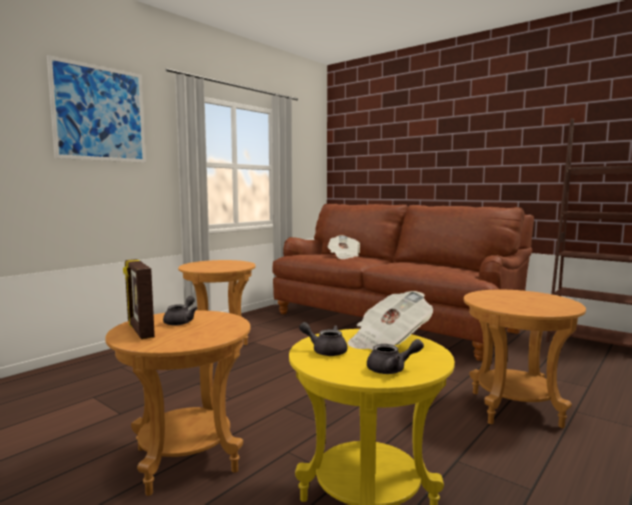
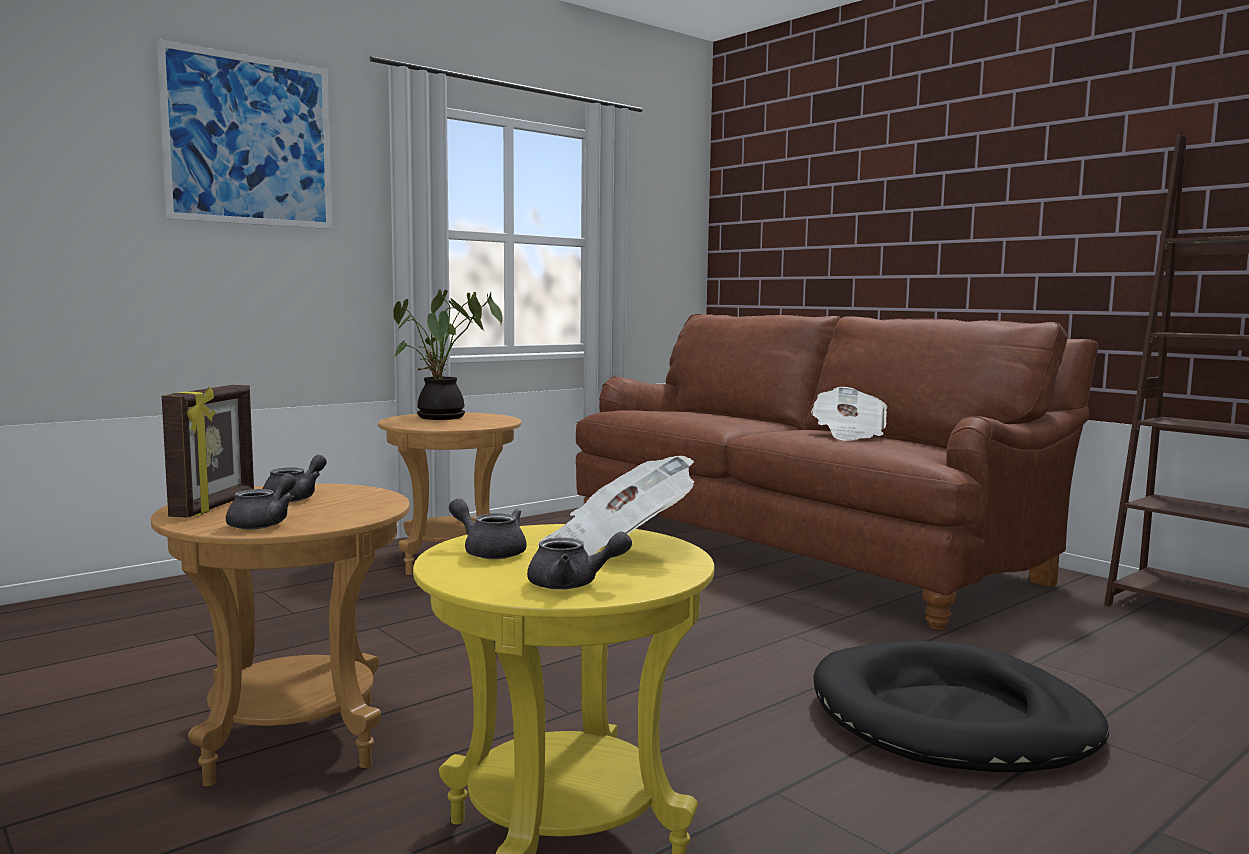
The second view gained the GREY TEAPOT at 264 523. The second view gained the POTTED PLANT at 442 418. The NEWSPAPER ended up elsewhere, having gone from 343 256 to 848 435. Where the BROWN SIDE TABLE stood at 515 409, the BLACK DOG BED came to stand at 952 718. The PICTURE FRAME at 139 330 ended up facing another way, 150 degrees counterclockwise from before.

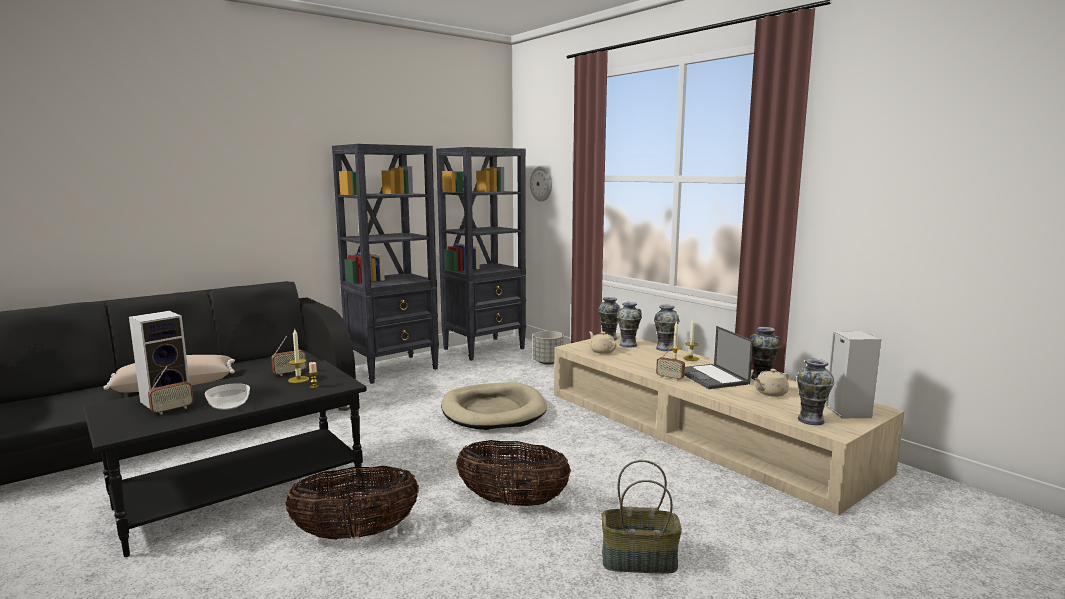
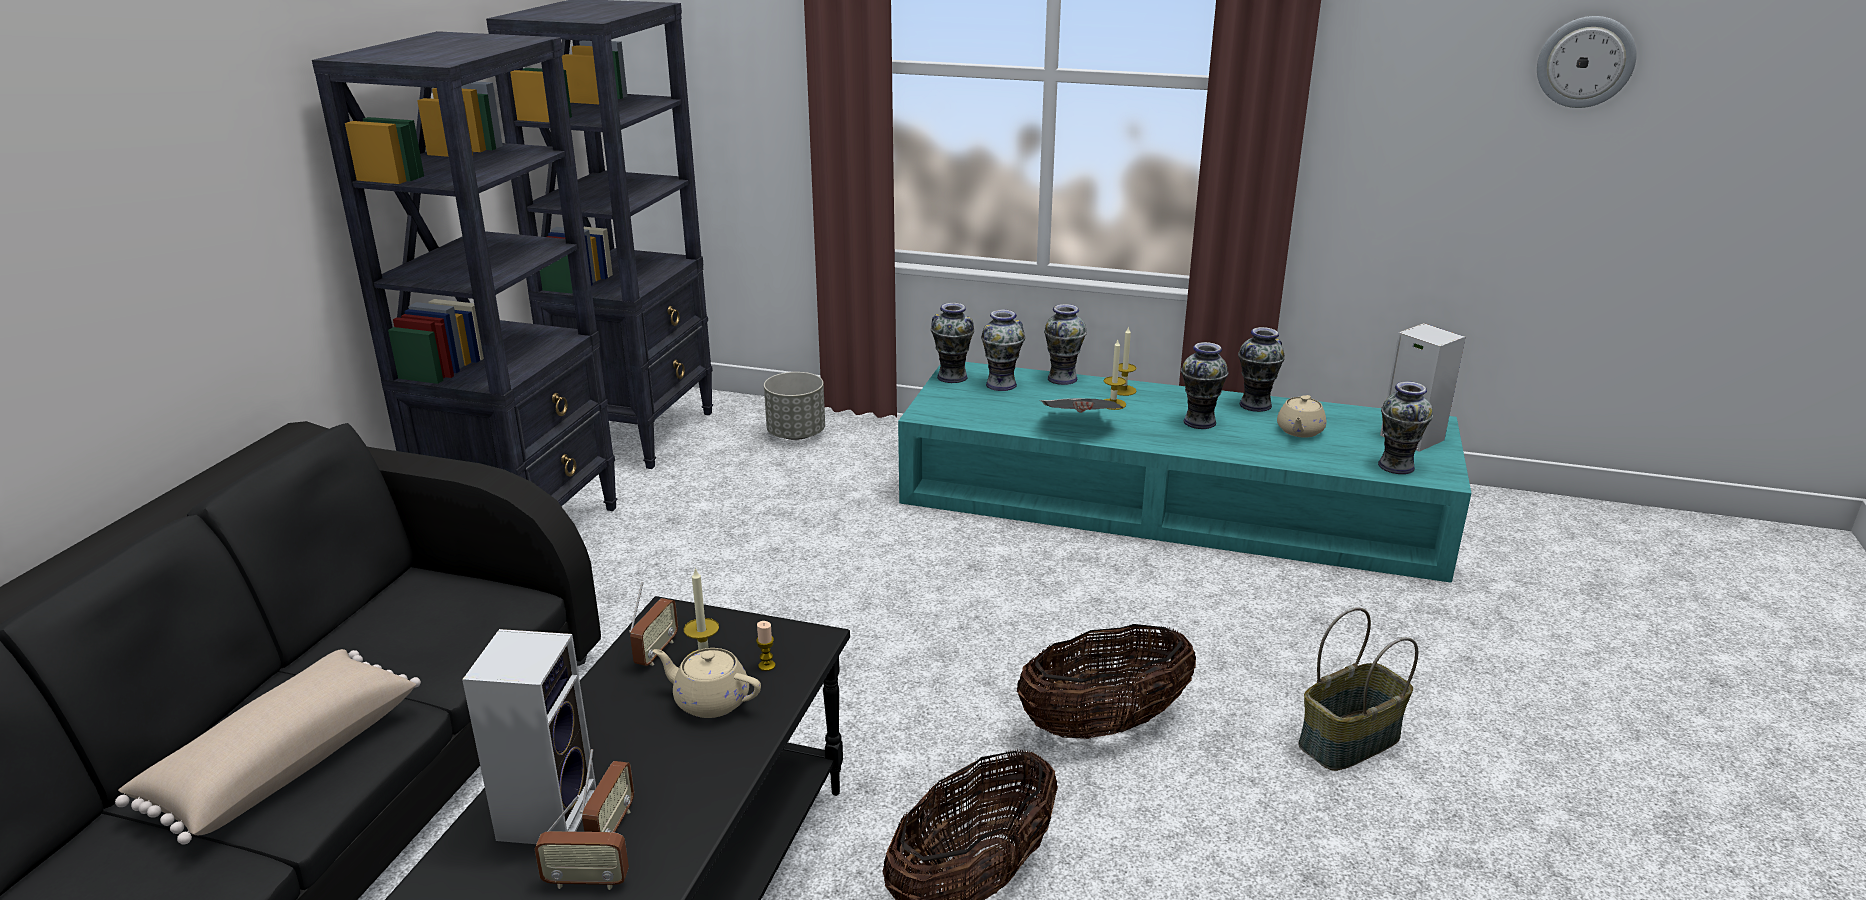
The second view lost the BOWL at 229 405. The second view lost the BEIGE DOG BED at 493 411. The second view gained the NEWSPAPER at 1080 425. The WALL CLOCK ended up elsewhere, having gone from 541 184 to 1585 62. The BEIGE TEAPOT ended up elsewhere, having gone from 602 351 to 710 701. The RADIO ended up elsewhere, having gone from 670 378 to 586 881. Where the LAPTOP stood at 712 377, the VASE came to stand at 1200 422. What was the BEIGE TV STAND at 700 428 turned into the TURQUOISE TV STAND at 1170 500.

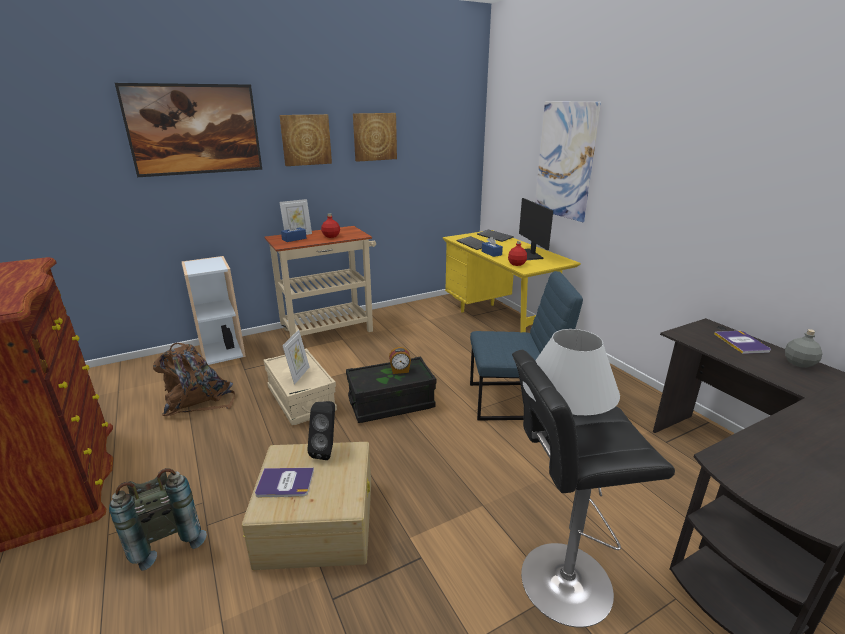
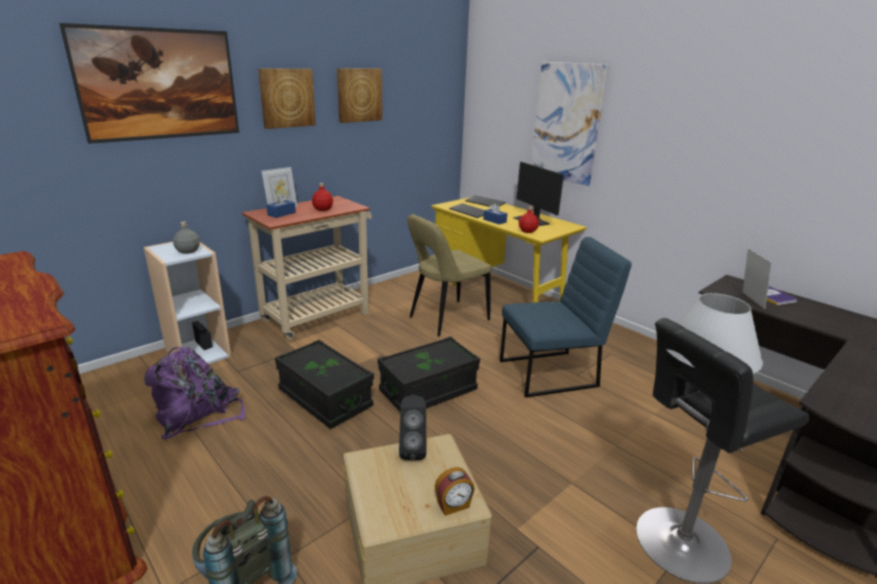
The second view lost the BOOK at 285 483. The second view gained the BEIGE CHAIR at 446 319. The PICTURE FRAME ended up elsewhere, having gone from 298 375 to 749 300. The ALARM CLOCK ended up elsewhere, having gone from 400 370 to 453 505. The GREY BOTTLE ended up elsewhere, having gone from 798 363 to 188 251. What was the BROWN BACKPACK at 198 400 turned into the PURPLE BACKPACK at 198 415. What was the BEIGE STORAGE BOX at 301 399 turned into the BLACK STORAGE BOX at 325 398.

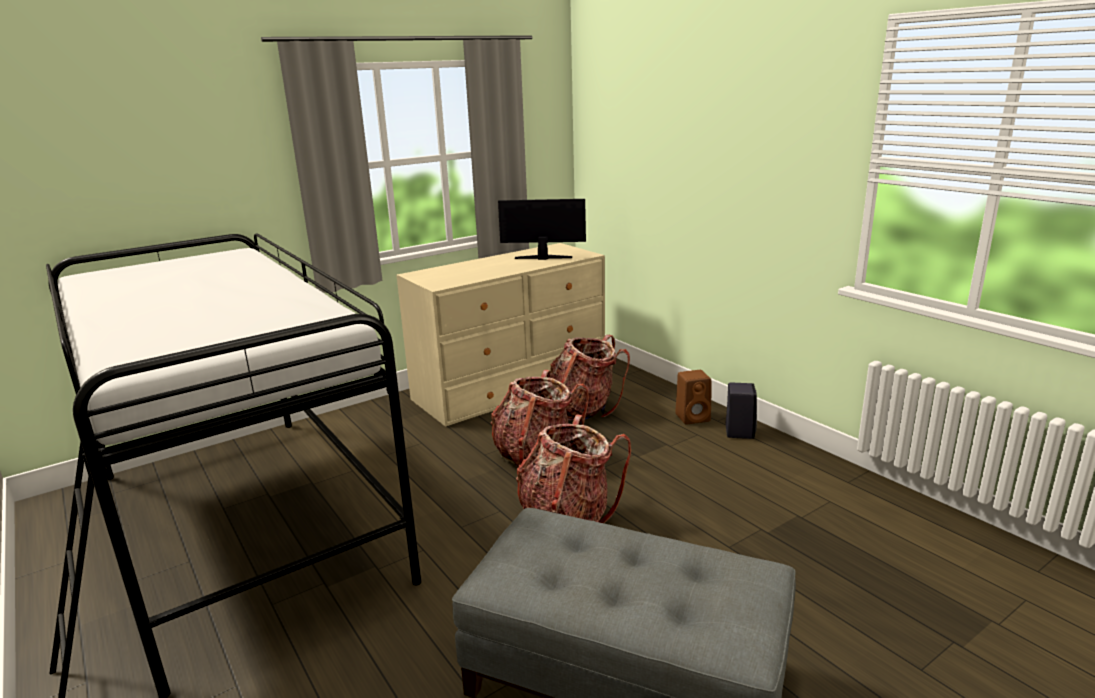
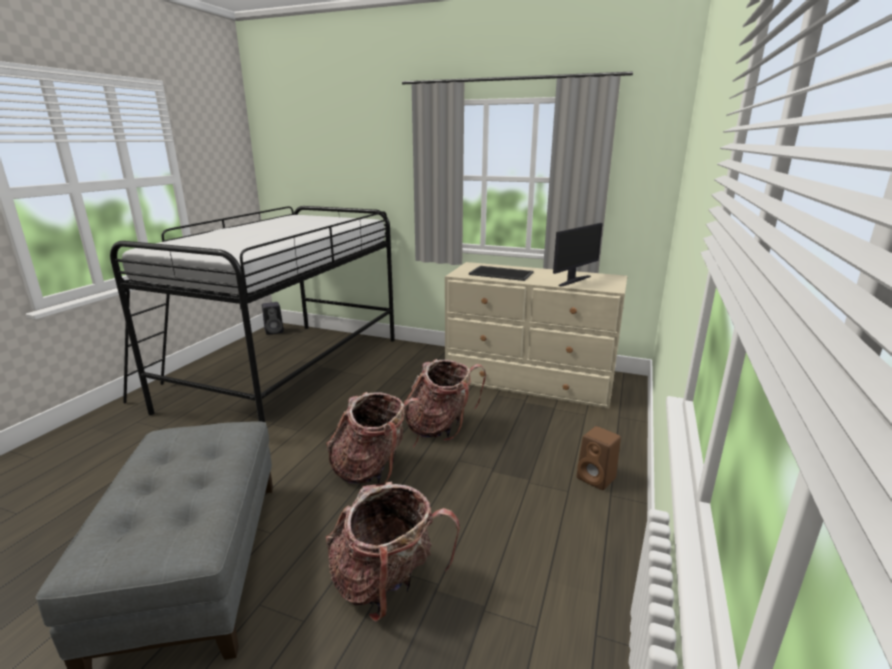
The second view gained the TRAY at 502 273. The BACKPACK ended up elsewhere, having gone from 584 408 to 387 584. The BLACK SPEAKER ended up elsewhere, having gone from 739 431 to 275 331. The MONITOR at 543 258 ended up facing another way, 75 degrees clockwise from before.

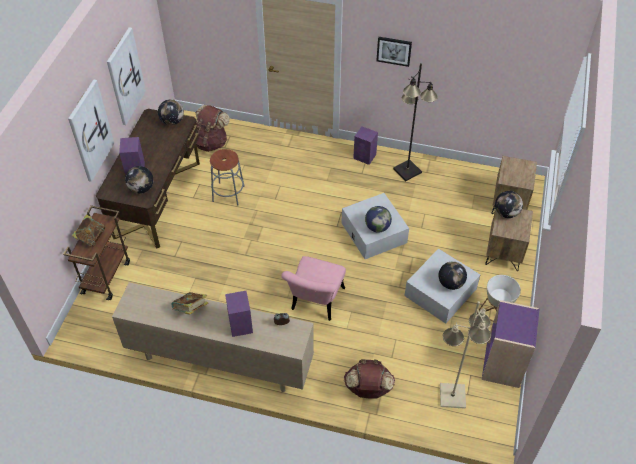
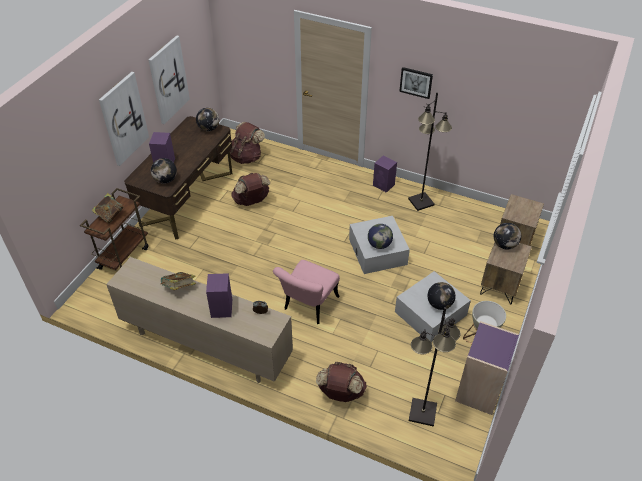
Where the GREY STOOL stood at 228 193, the BROWN BACKPACK came to stand at 251 201. What was the BEIGE FLOOR LAMP at 452 396 turned into the BLACK FLOOR LAMP at 422 412.

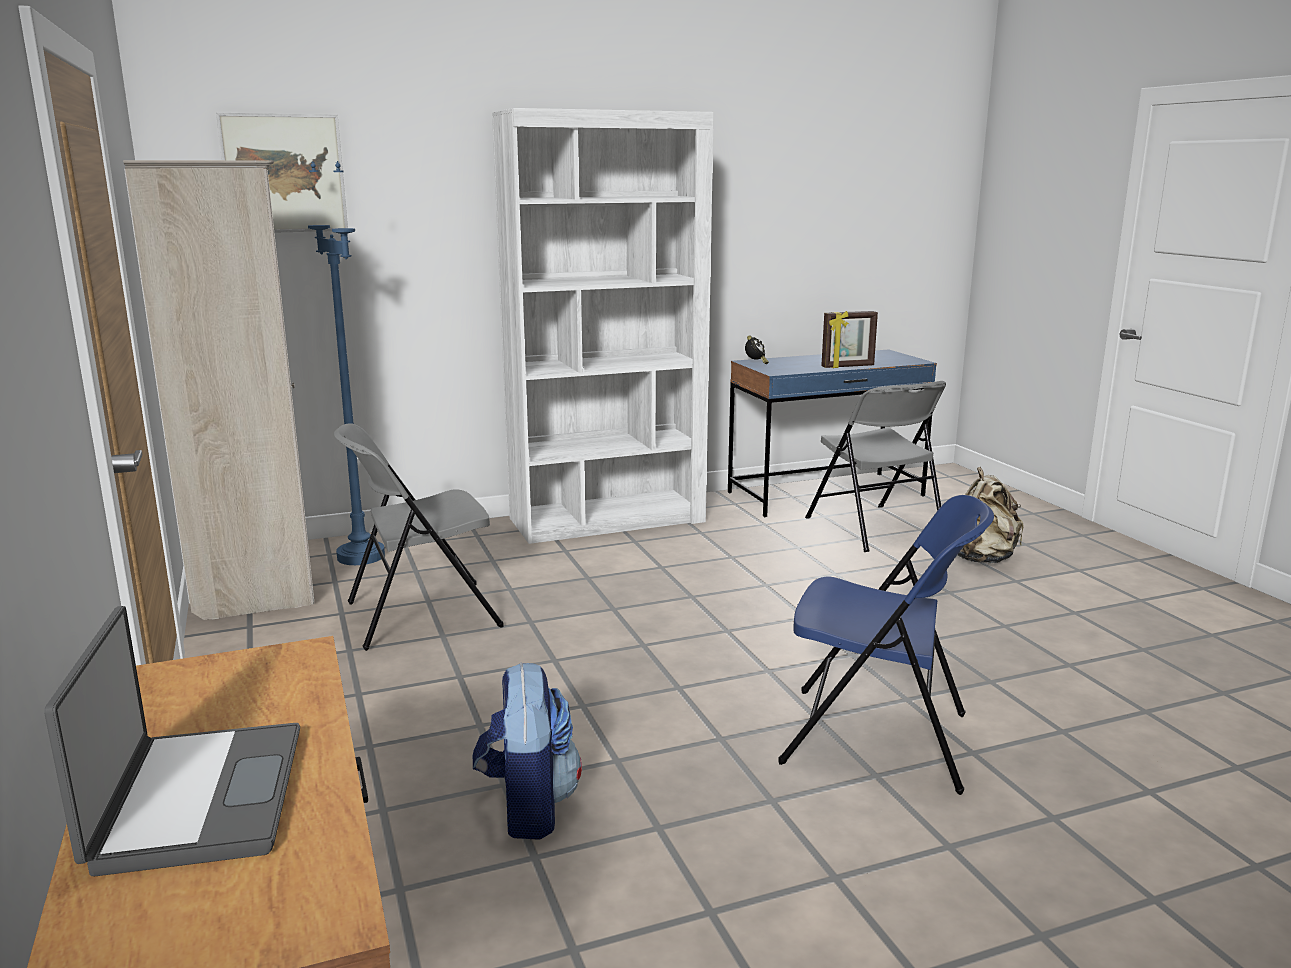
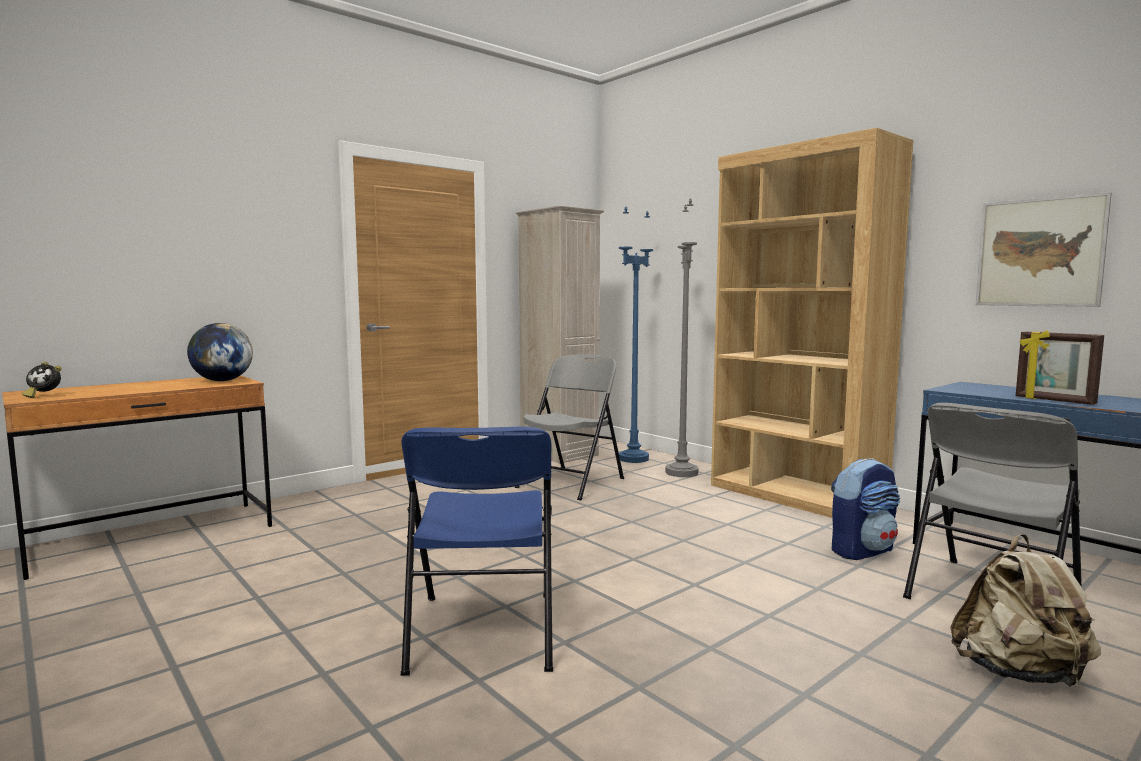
The second view lost the LAPTOP at 196 798. The second view gained the GLOBE at 222 381. The second view gained the GREY FLOOR LAMP at 681 472. The PICTURE ended up elsewhere, having gone from 284 173 to 1039 252. The BACKPACK ended up elsewhere, having gone from 528 807 to 861 550. The ALARM CLOCK ended up elsewhere, having gone from 755 363 to 43 396. What was the WHITE BOOKCASE at 608 520 turned into the BROWN BOOKCASE at 795 496. The GREY CHAIR at 423 614 ended up facing another way, 75 degrees clockwise from before.

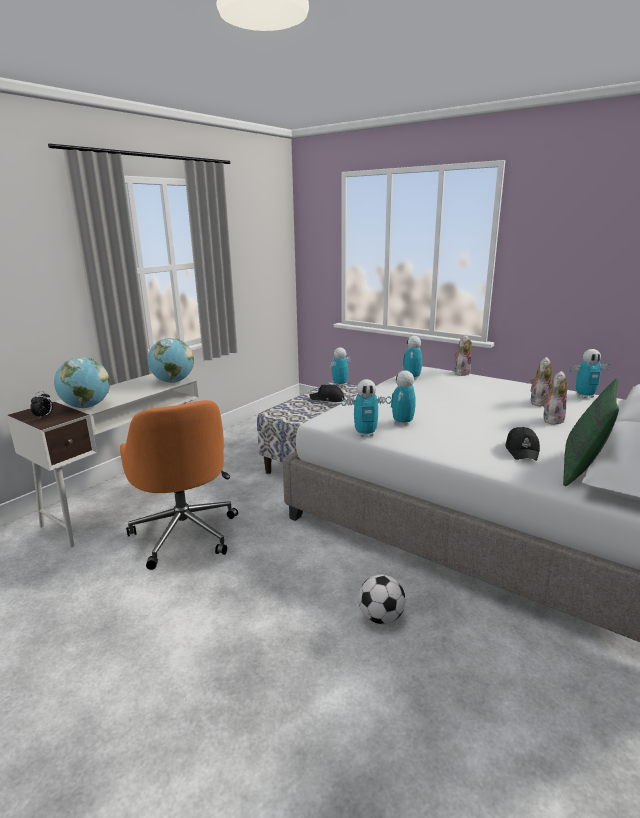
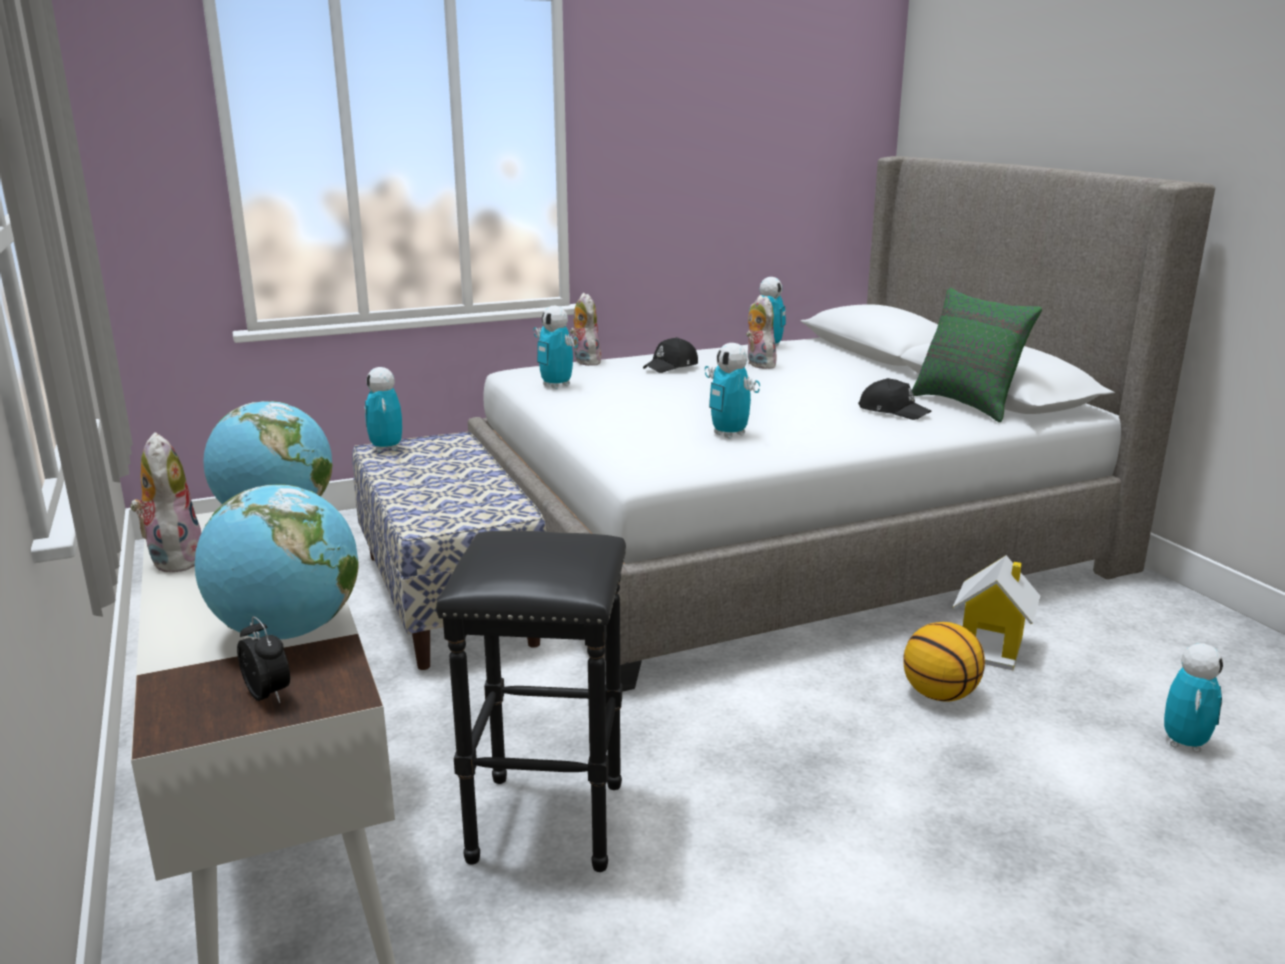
The second view gained the TOY HOUSE at 991 647. The BLACK CAP ended up elsewhere, having gone from 327 399 to 671 366. The TOY ROBOT ended up elsewhere, having gone from 365 434 to 1184 743. The PLUSH TOY ended up elsewhere, having gone from 552 419 to 173 559. Where the ORANGE OFFICE CHAIR stood at 185 535, the BLACK STOOL came to stand at 549 823. Where the FOOTBALL stood at 381 617, the BASKETBALL came to stand at 939 695.

